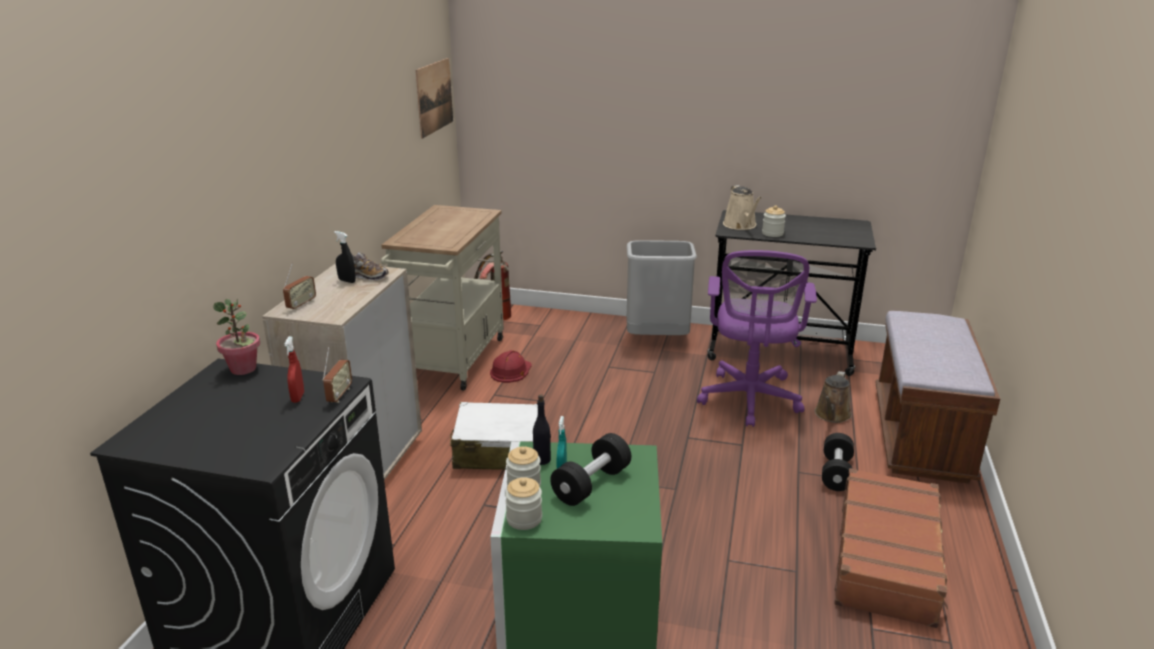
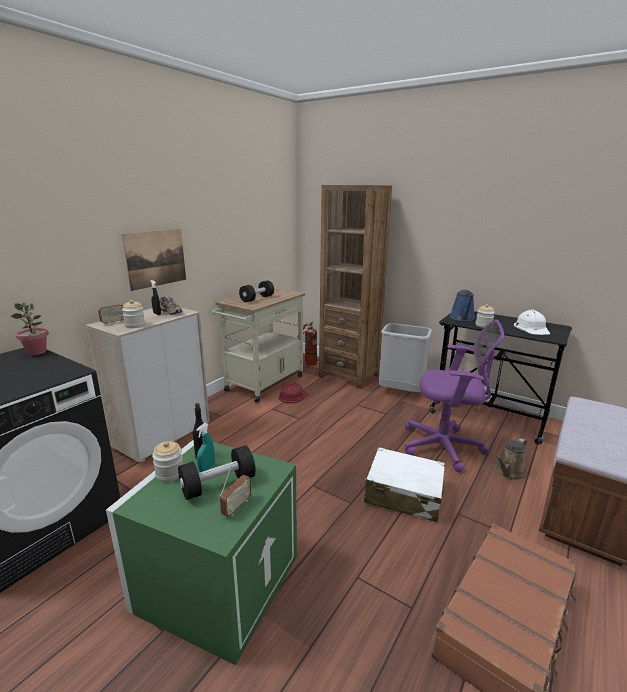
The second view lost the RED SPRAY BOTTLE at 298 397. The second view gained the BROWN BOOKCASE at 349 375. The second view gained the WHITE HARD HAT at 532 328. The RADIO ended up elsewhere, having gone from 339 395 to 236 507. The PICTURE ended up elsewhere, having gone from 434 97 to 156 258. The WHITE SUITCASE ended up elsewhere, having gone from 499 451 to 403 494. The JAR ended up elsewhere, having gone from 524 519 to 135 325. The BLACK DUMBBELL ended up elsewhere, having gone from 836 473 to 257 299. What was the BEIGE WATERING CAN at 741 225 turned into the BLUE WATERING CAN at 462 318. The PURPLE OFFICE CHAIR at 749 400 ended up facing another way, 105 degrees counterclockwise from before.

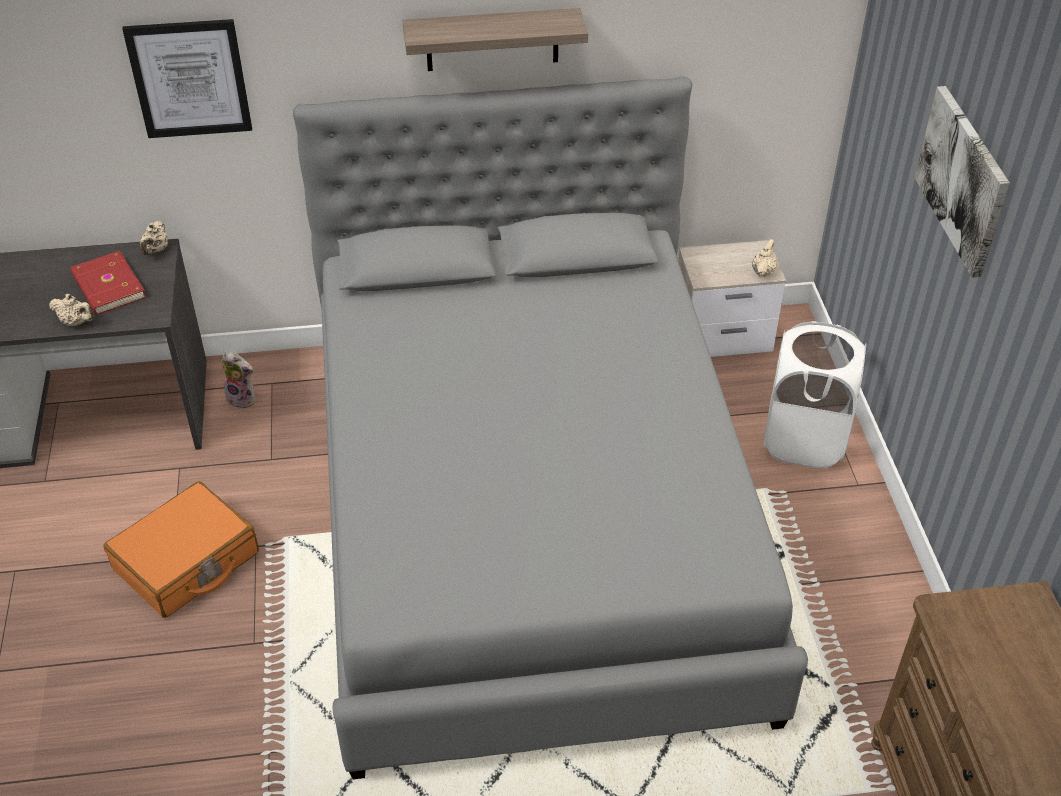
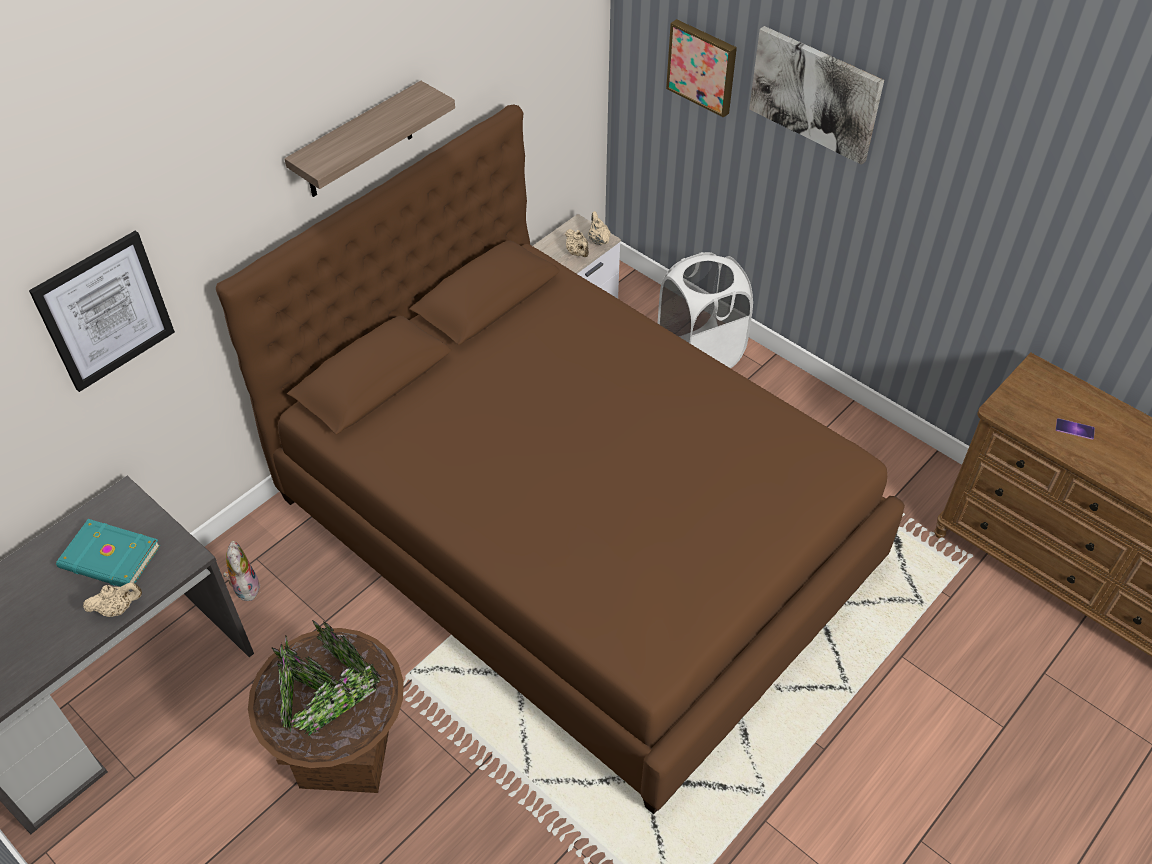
The second view gained the PICTURE at 703 66. The second view gained the PHONE at 1074 429. The BEIGE TEAPOT ended up elsewhere, having gone from 156 250 to 577 253. Where the ORANGE SUITCASE stood at 187 562, the BROWN PLANTER came to stand at 345 753. What was the RED BOOK at 107 287 turned into the TURQUOISE BOOK at 109 558. What was the GREY BED at 530 515 turned into the BROWN BED at 574 530. The PLUSH TOY at 243 398 ended up facing another way, 90 degrees counterclockwise from before.

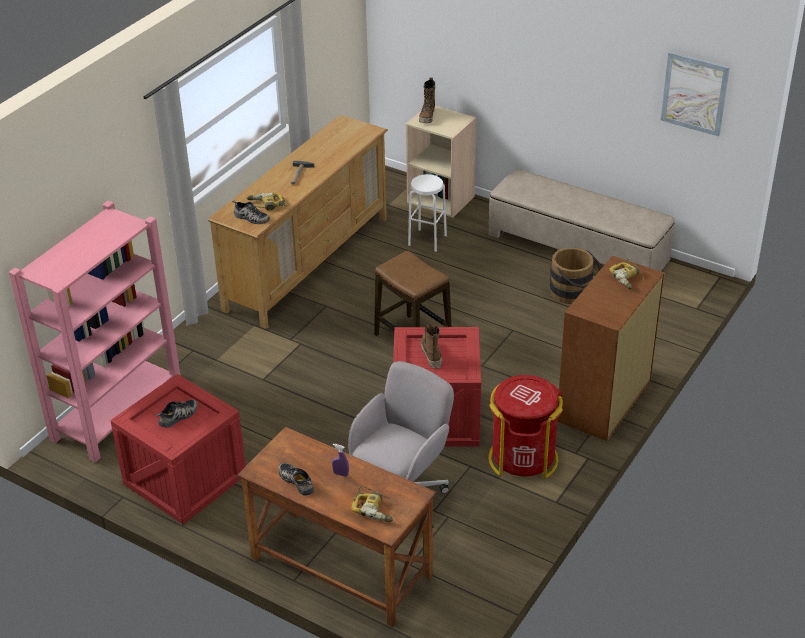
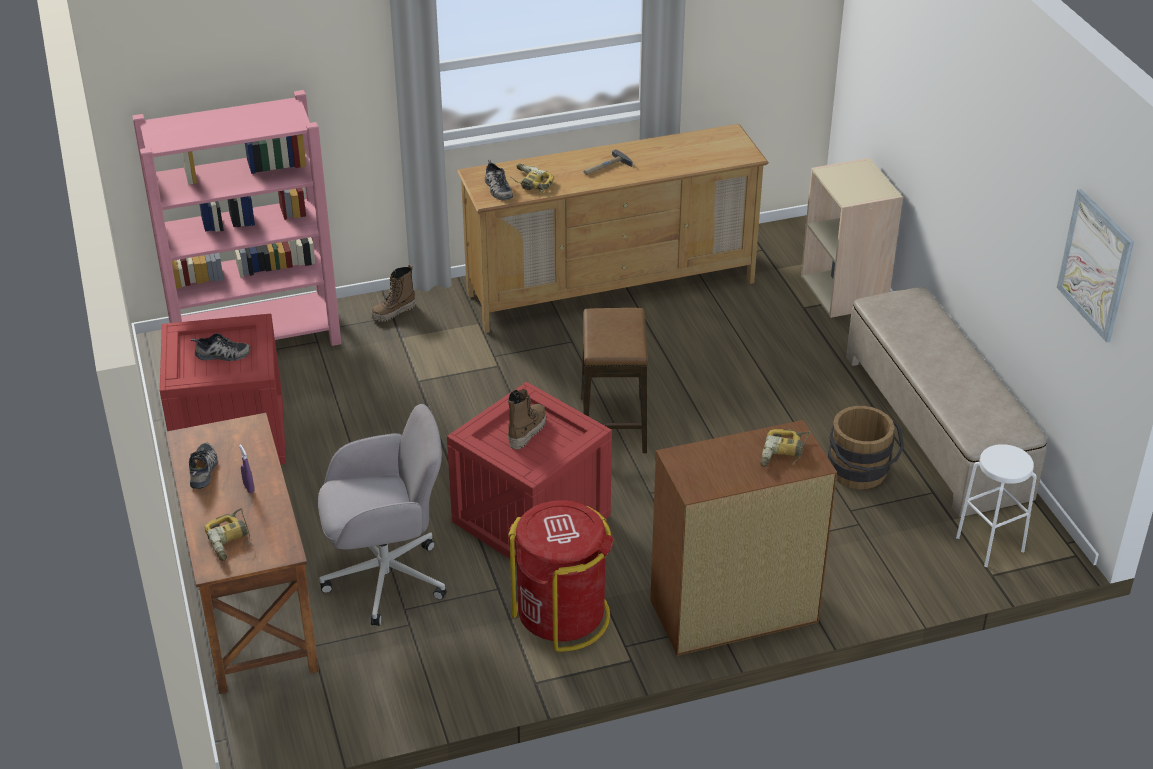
The WHITE STOOL ended up elsewhere, having gone from 427 240 to 990 544. The BOOT ended up elsewhere, having gone from 427 116 to 393 312.

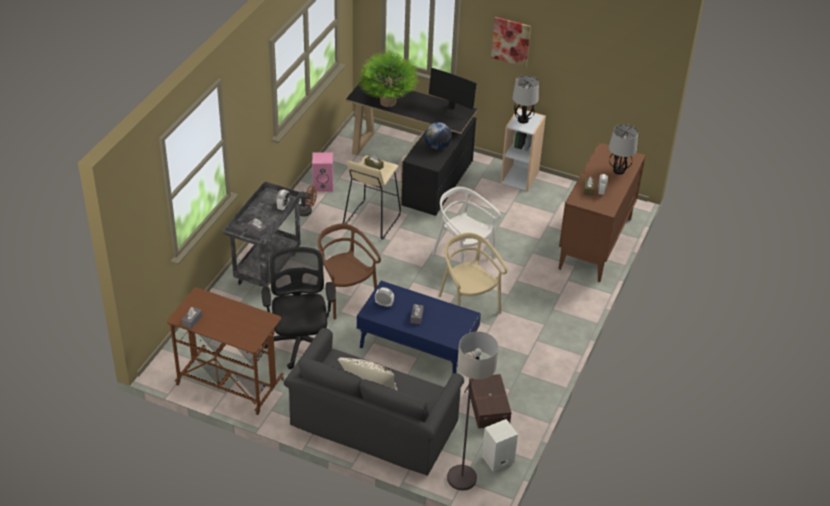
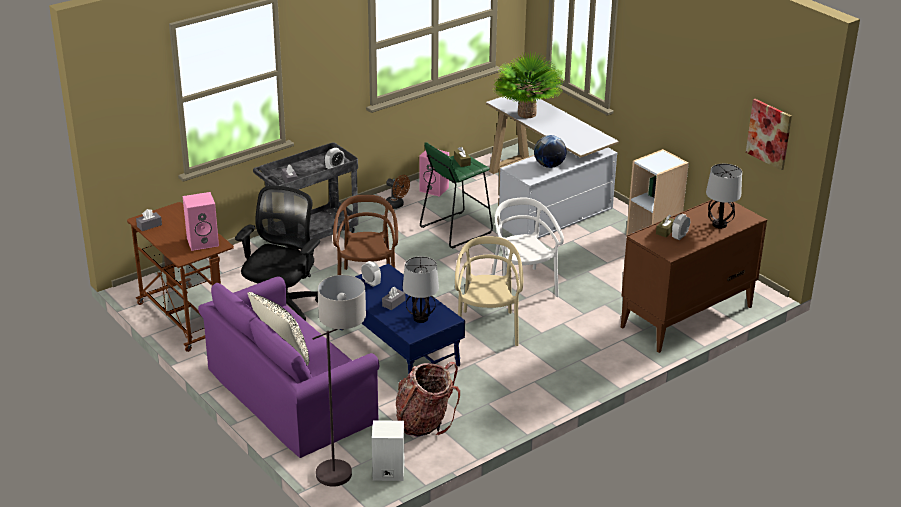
The second view lost the MONITOR at 451 108. The second view gained the PINK SPEAKER at 203 241. The PICTURE ended up elsewhere, having gone from 511 41 to 769 134. The TABLE LAMP ended up elsewhere, having gone from 522 120 to 420 318. Where the BROWN STORAGE BOX stood at 489 406, the BACKPACK came to stand at 425 422. What was the GREY SOFA at 374 424 turned into the PURPLE SOFA at 290 397. What was the BEIGE STOOL at 371 220 turned into the GREEN STOOL at 455 230. What was the BLACK DESK at 415 168 turned into the WHITE DESK at 544 199.

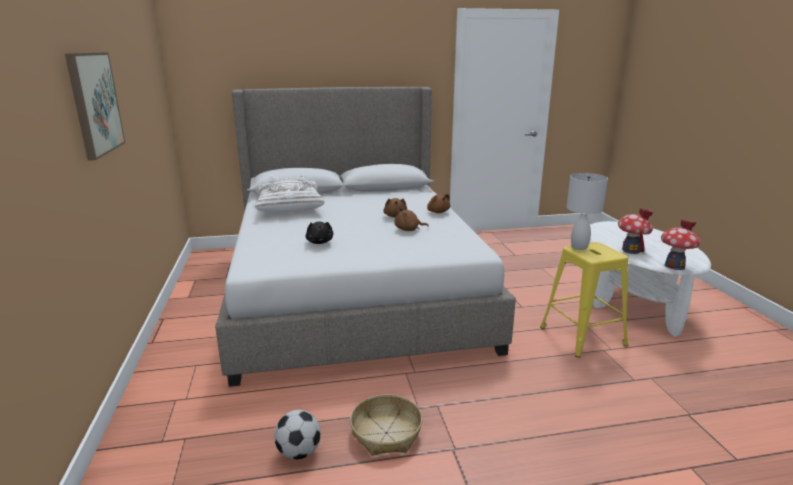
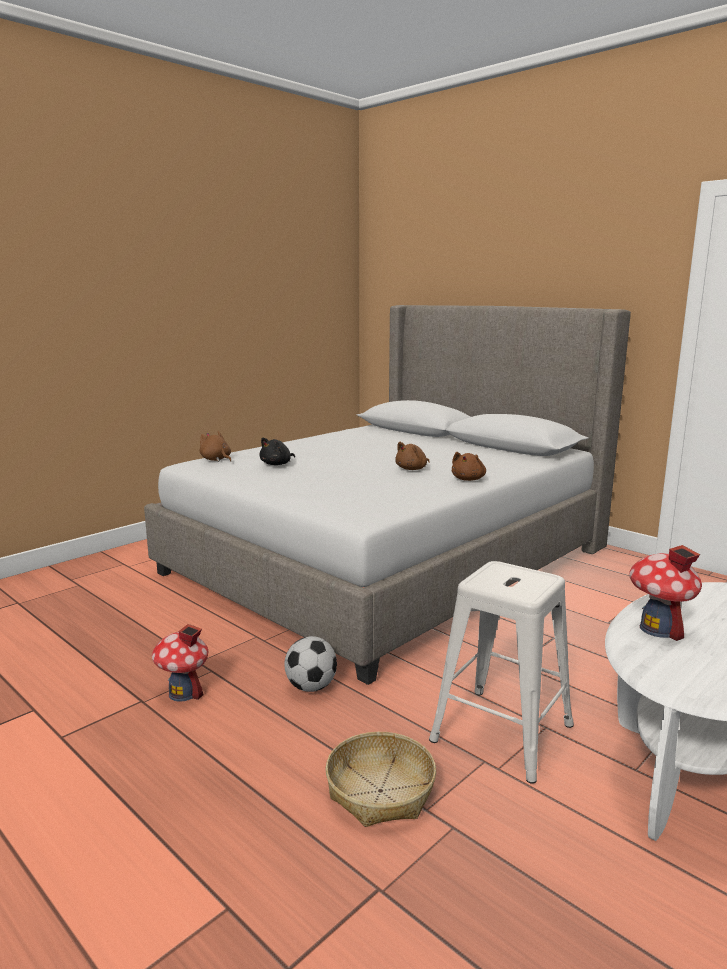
The second view lost the PICTURE at 94 103. The second view lost the WHITE PILLOW at 289 209. The second view lost the WHITE TABLE LAMP at 578 247. The FOOTBALL ended up elsewhere, having gone from 298 452 to 311 687. The BASKET ended up elsewhere, having gone from 386 433 to 381 791. The BROWN PLUSH TOY ended up elsewhere, having gone from 408 230 to 216 460. The TOY HOUSE ended up elsewhere, having gone from 674 266 to 183 693. What was the YELLOW STOOL at 582 336 turned into the WHITE STOOL at 502 733.

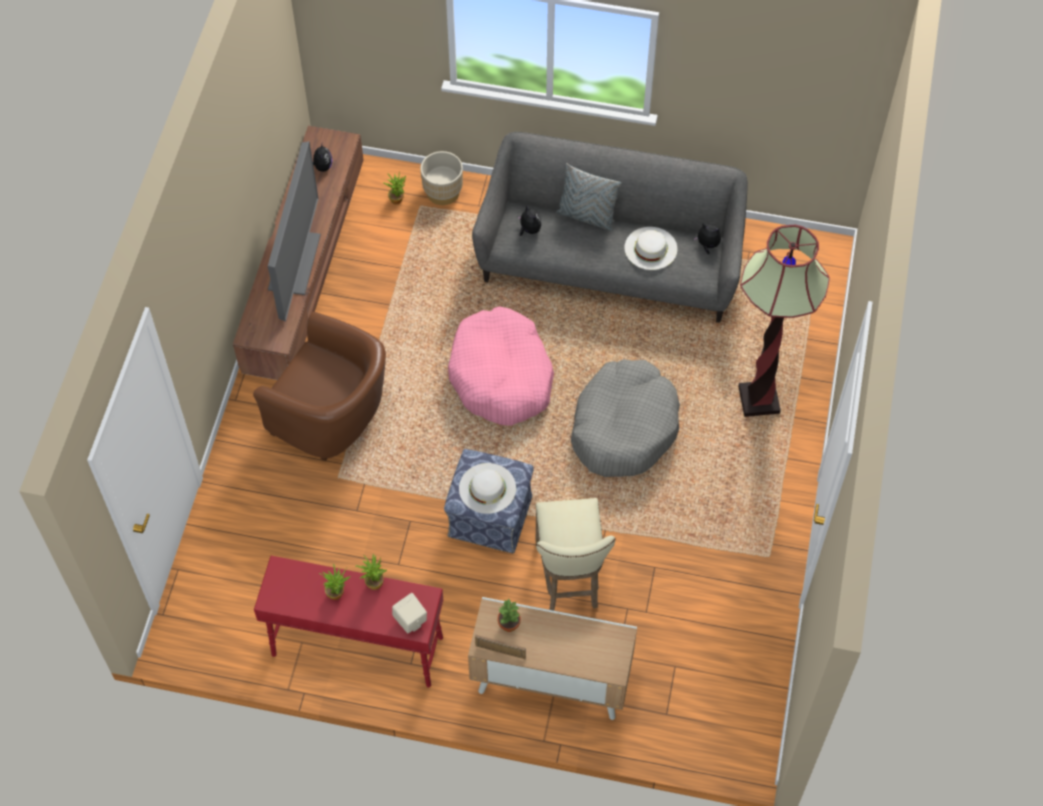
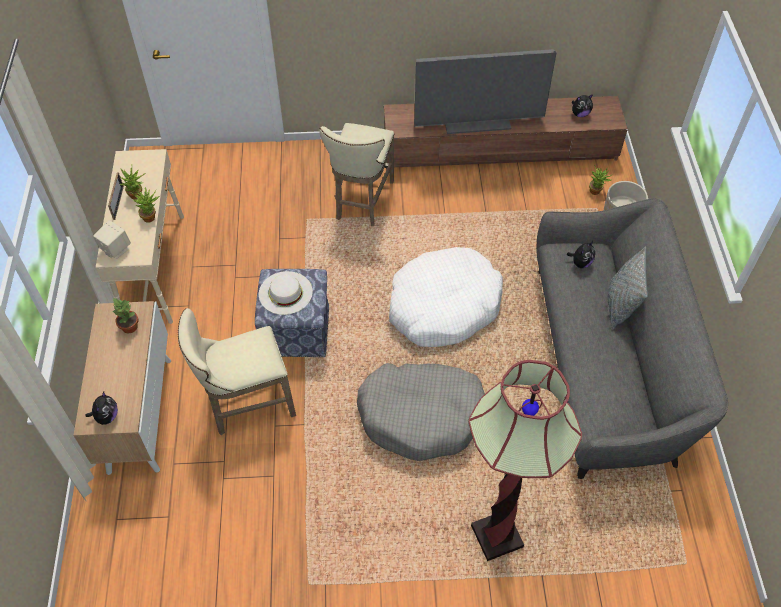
The second view lost the WHITE HAT at 650 248. The PICTURE FRAME ended up elsewhere, having gone from 500 652 to 118 203. The PLUSH TOY ended up elsewhere, having gone from 707 245 to 106 416. Where the BROWN ARMCHAIR stood at 332 418, the BEIGE STOOL came to stand at 361 202. What was the RED CONSOLE TABLE at 357 645 turned into the BEIGE CONSOLE TABLE at 156 268. What was the PINK DOG BED at 501 376 turned into the WHITE DOG BED at 443 306.

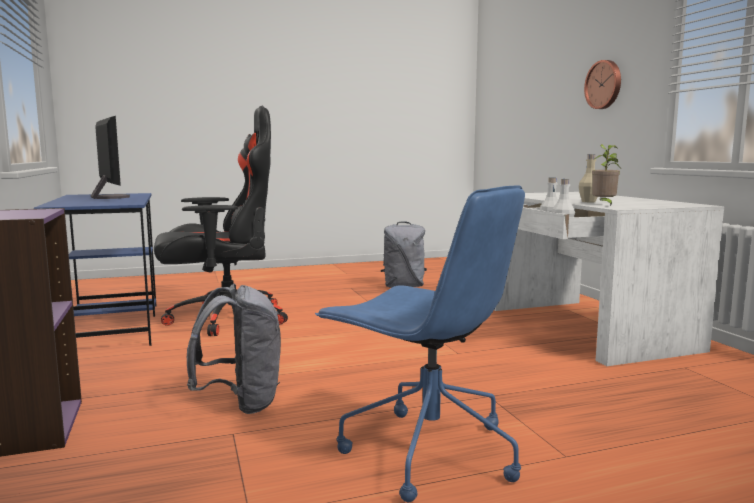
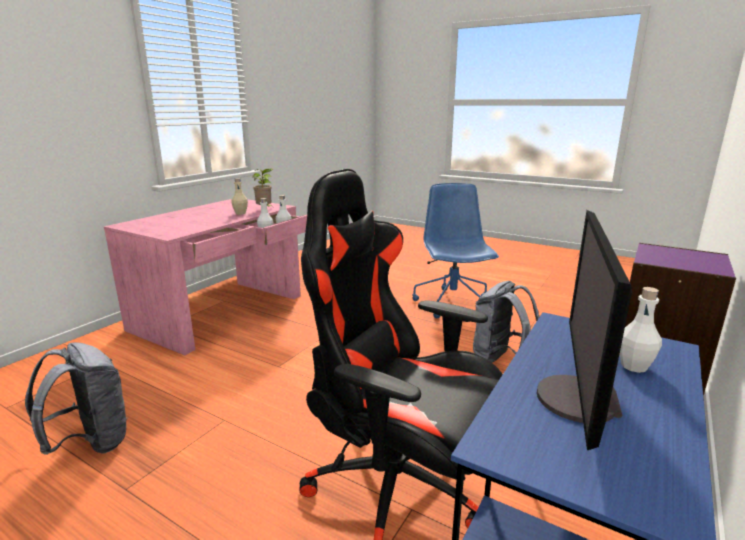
The second view lost the WALL CLOCK at 604 84. The second view gained the WHITE BOTTLE at 634 366. What was the WHITE DESK at 577 328 turned into the PINK DESK at 227 313.

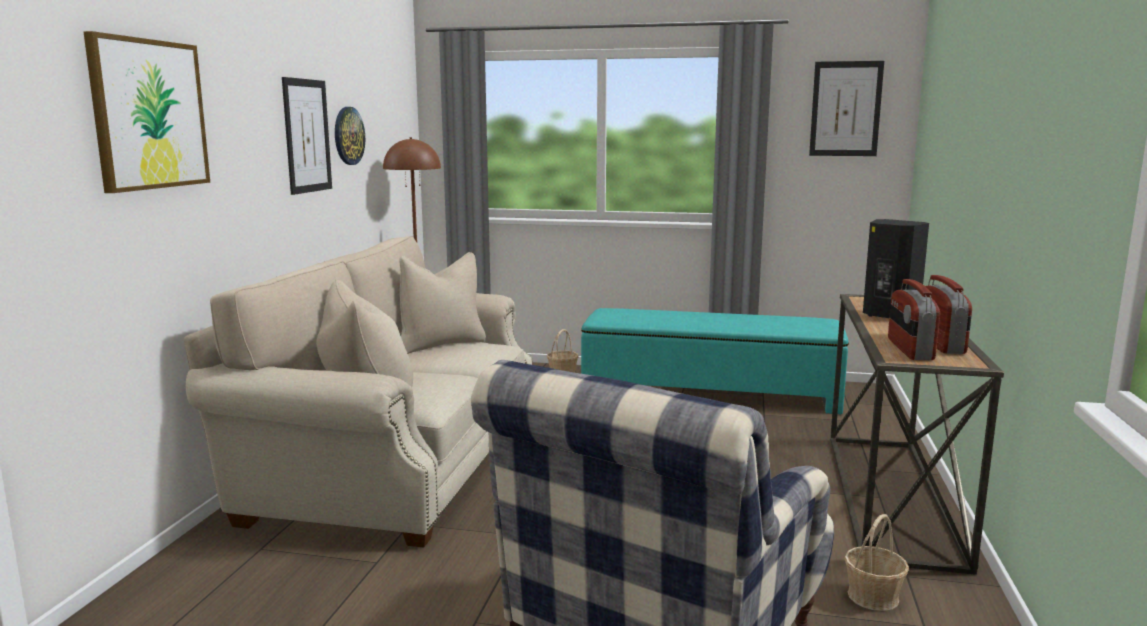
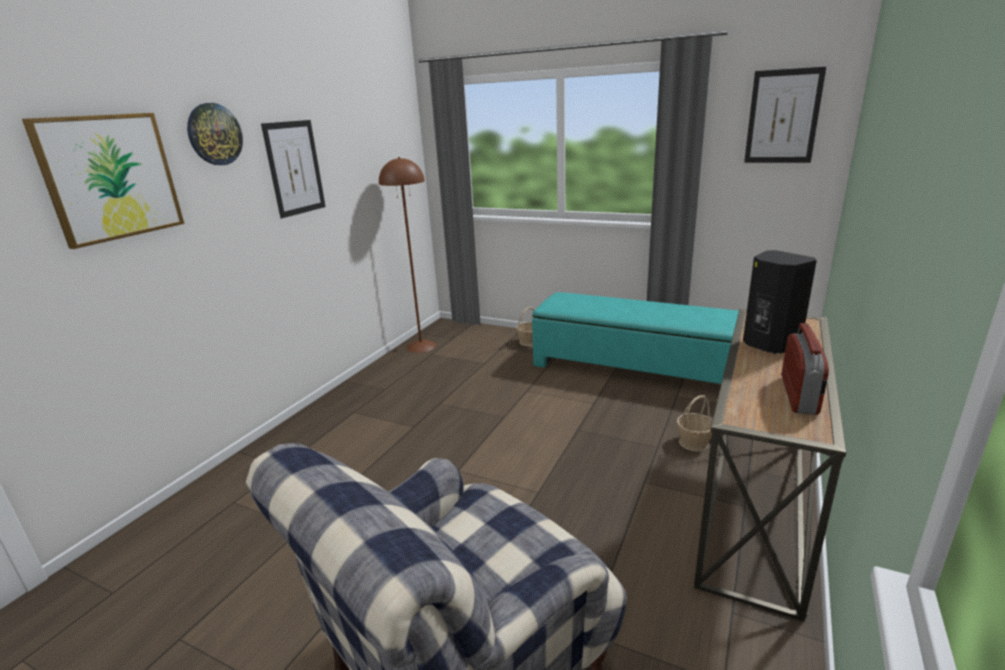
The second view lost the BEIGE SOFA at 394 460. The second view lost the RADIO at 909 350. The WALL CLOCK ended up elsewhere, having gone from 348 136 to 214 134. The BASKET ended up elsewhere, having gone from 873 596 to 694 442.

